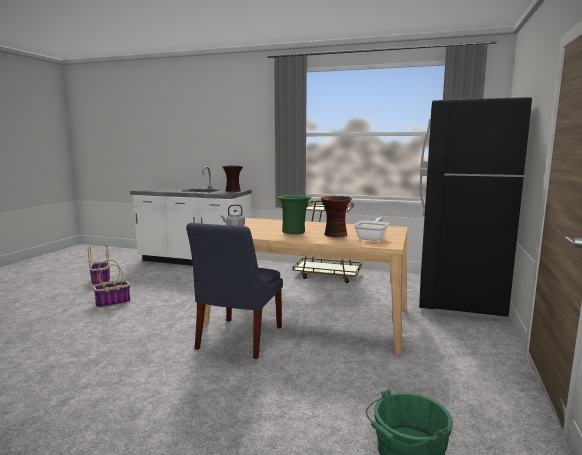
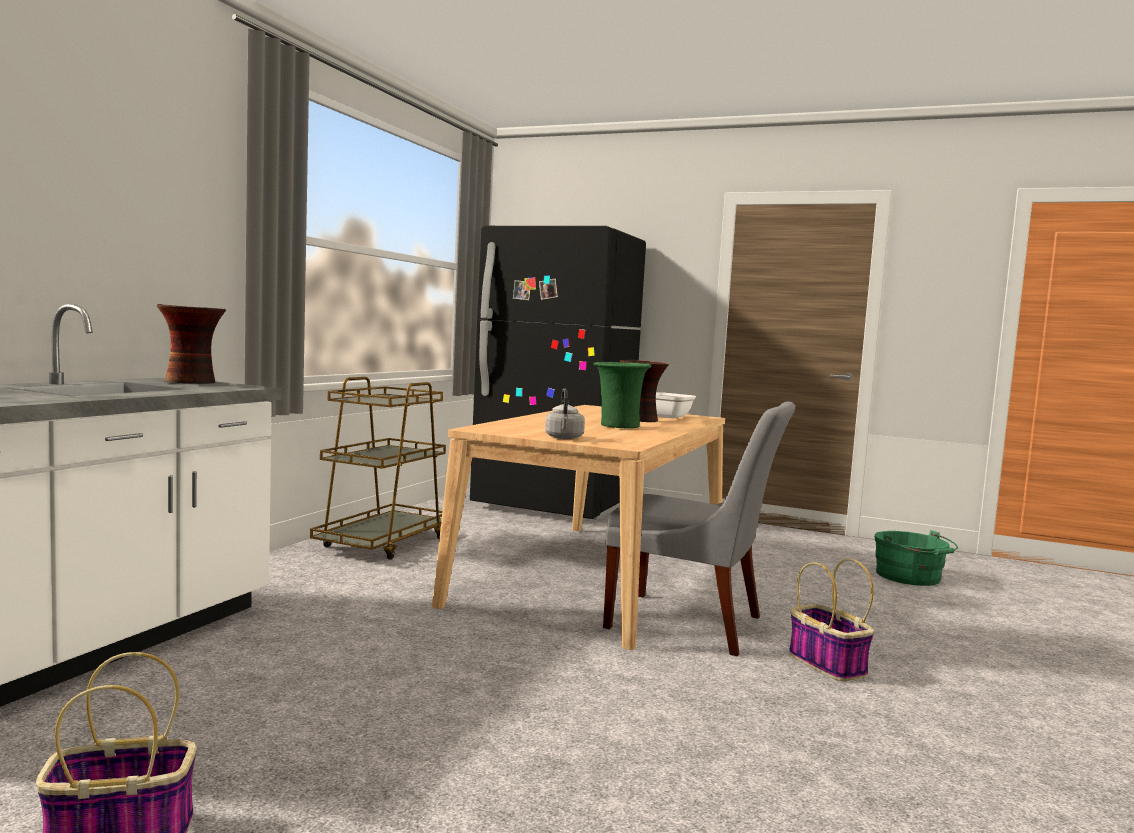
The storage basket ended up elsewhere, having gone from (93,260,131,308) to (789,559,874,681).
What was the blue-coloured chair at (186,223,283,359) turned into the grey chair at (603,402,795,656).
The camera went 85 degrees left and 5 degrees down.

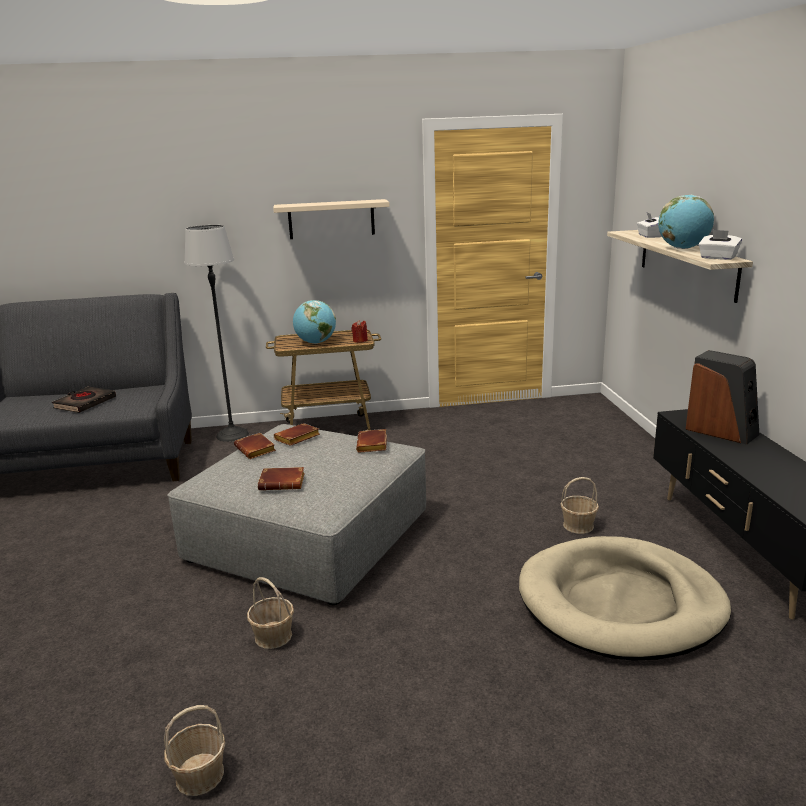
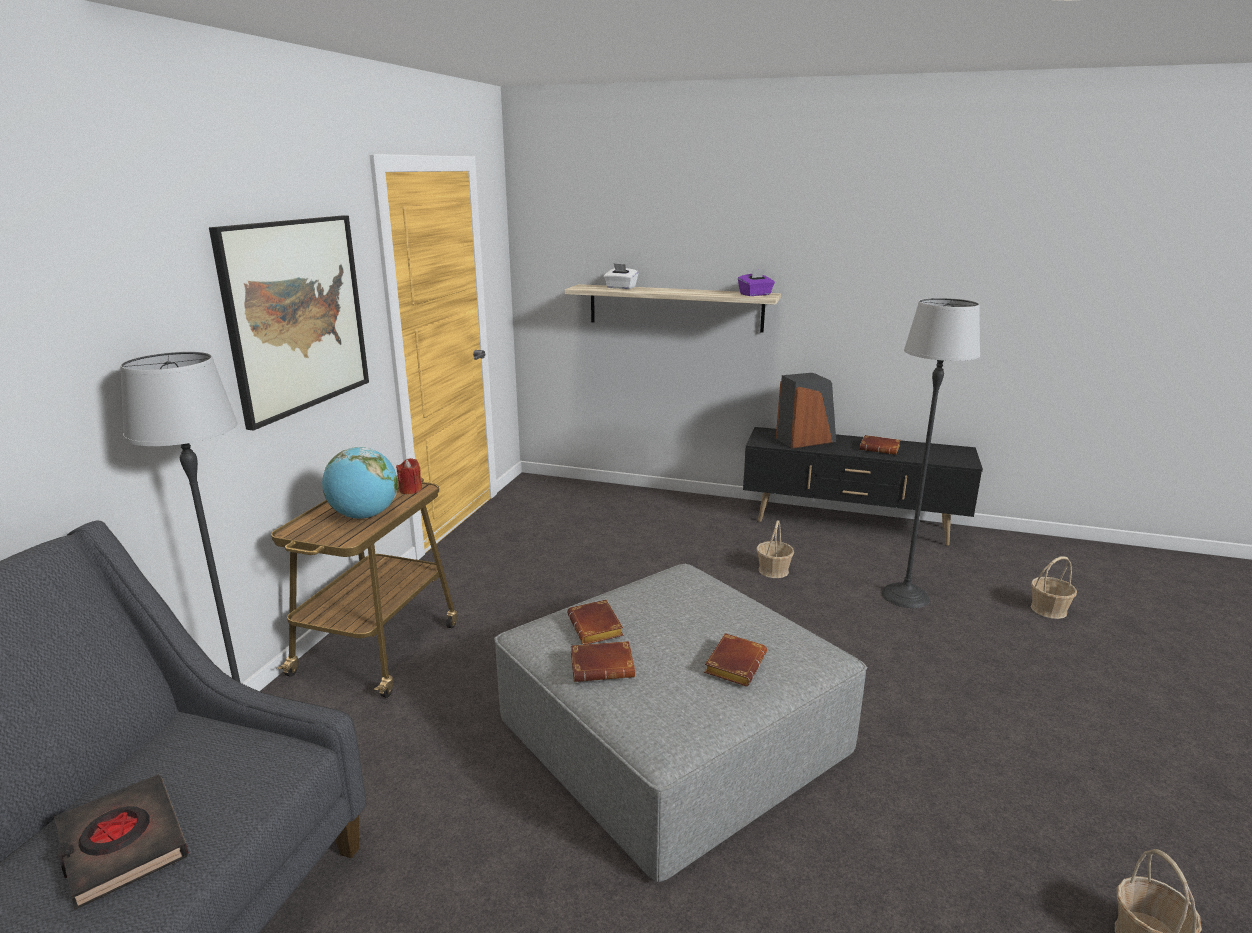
The storage basket ended up elsewhere, having gone from (247,577,294,649) to (1031,556,1077,619).
Where the beige-coloured bracket shelf hung at (273,199,390,239), the picture came to hang at (209,216,369,431).
The brown-coloured volume ended up elsewhere, having gone from (356,429,387,453) to (860,435,901,455).
Where the beige-coloured dog cushion stood at (519,536,731,661), the floor lamp came to stand at (882,298,980,608).
The second view lost the desk globe at (658,195,714,249).
What was the white box of tissues at (699,229,742,260) turned into the purple-coloured box of tissues at (738,269,775,296).
The camera went 65 degrees left and 0 degrees up.

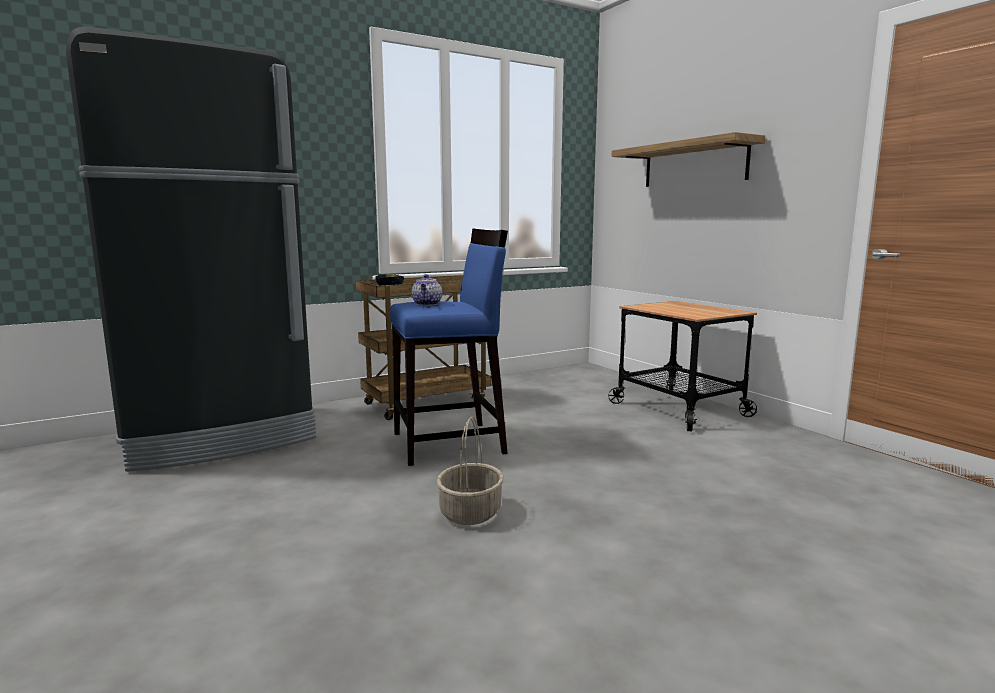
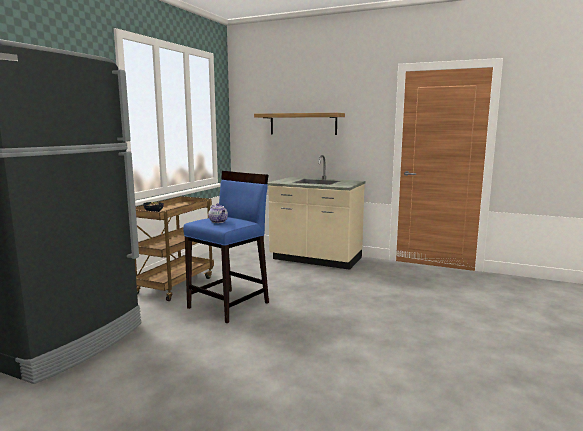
The second view lost the storage basket at (436,417,503,525).
Where the wheeled cart stood at (608,301,757,431), the beige-coloured kitchen base unit came to stand at (267,155,366,270).
The camera went 35 degrees left and 0 degrees up.

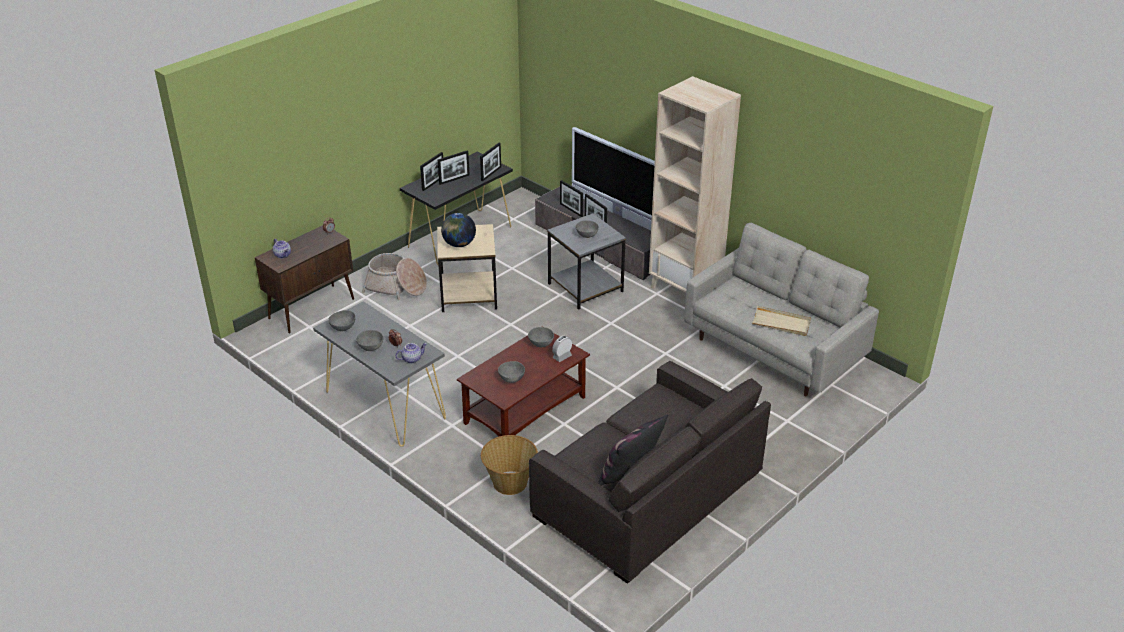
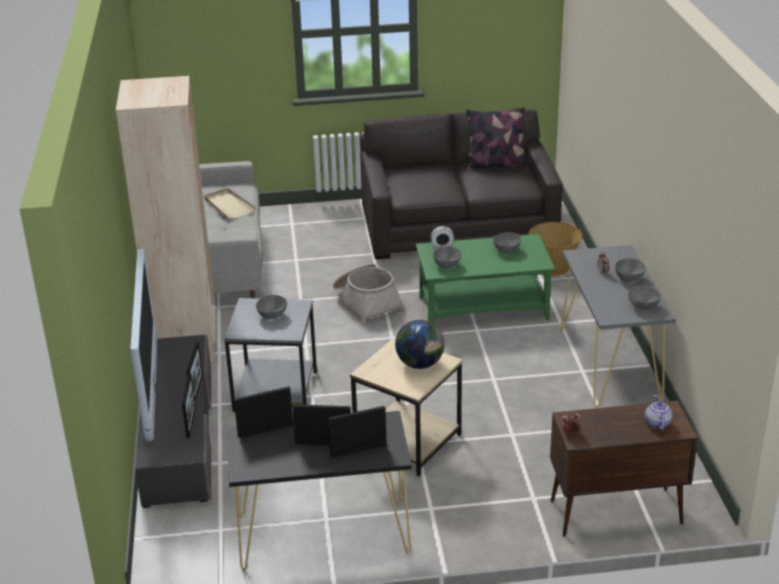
The storage basket ended up elsewhere, having gone from (362,253,427,300) to (333,263,406,325).
The second view lost the tea pot at (395,343,427,363).
What was the brown-coloured lounge table at (457,326,590,436) turned into the green-coloured lounge table at (416,234,555,324).
The camera went 140 degrees left and 5 degrees down.

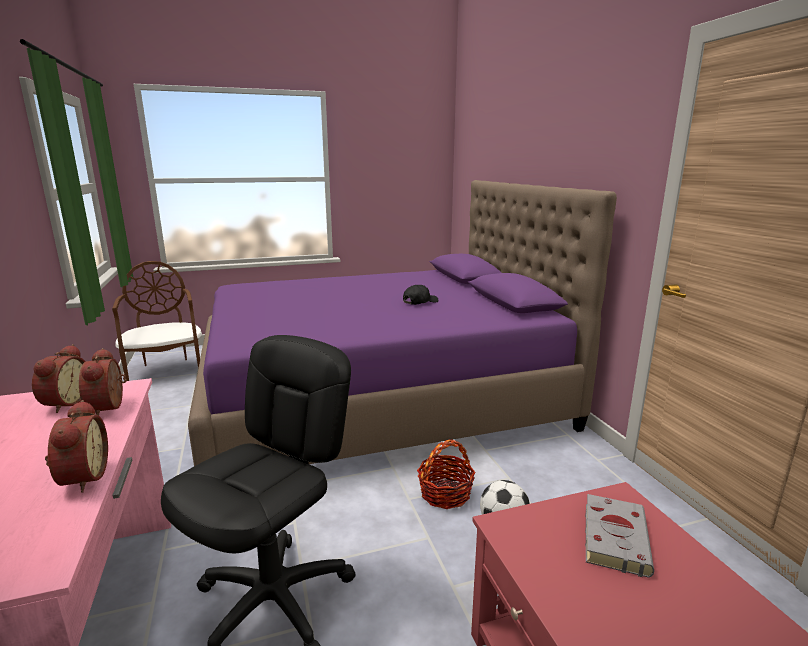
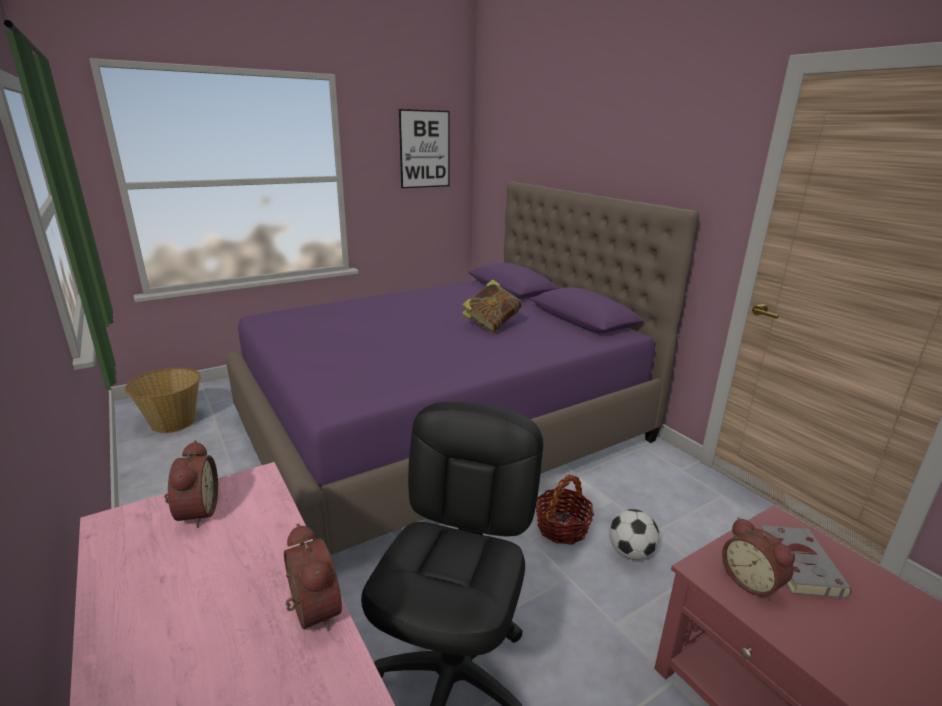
The alarm clock ended up elsewhere, having gone from (79,348,126,415) to (722,517,795,601).
Where the brown-coloured chair stood at (112,261,202,381), the storage basket came to stand at (125,368,201,433).
Where the black-coloured baseball cap stood at (403,285,439,305), the volume came to stand at (462,279,522,333).
The second view gained the picture at (399,109,450,188).
The camera went 15 degrees left and 5 degrees up.

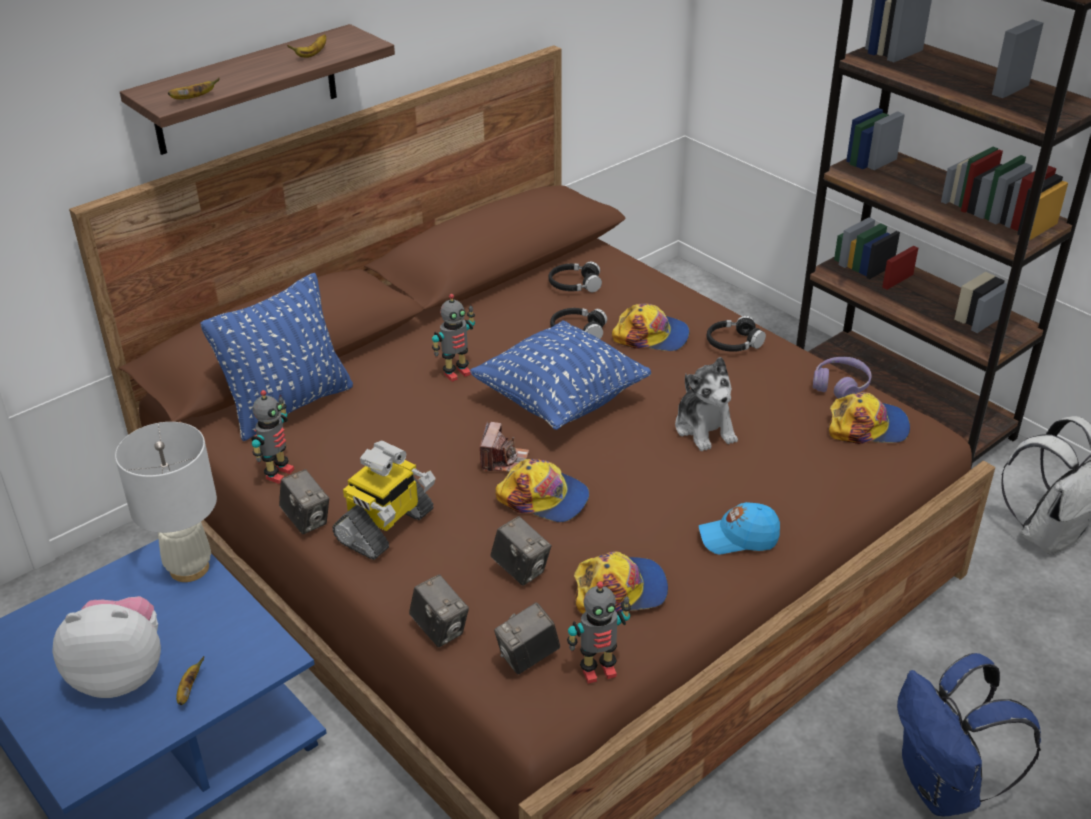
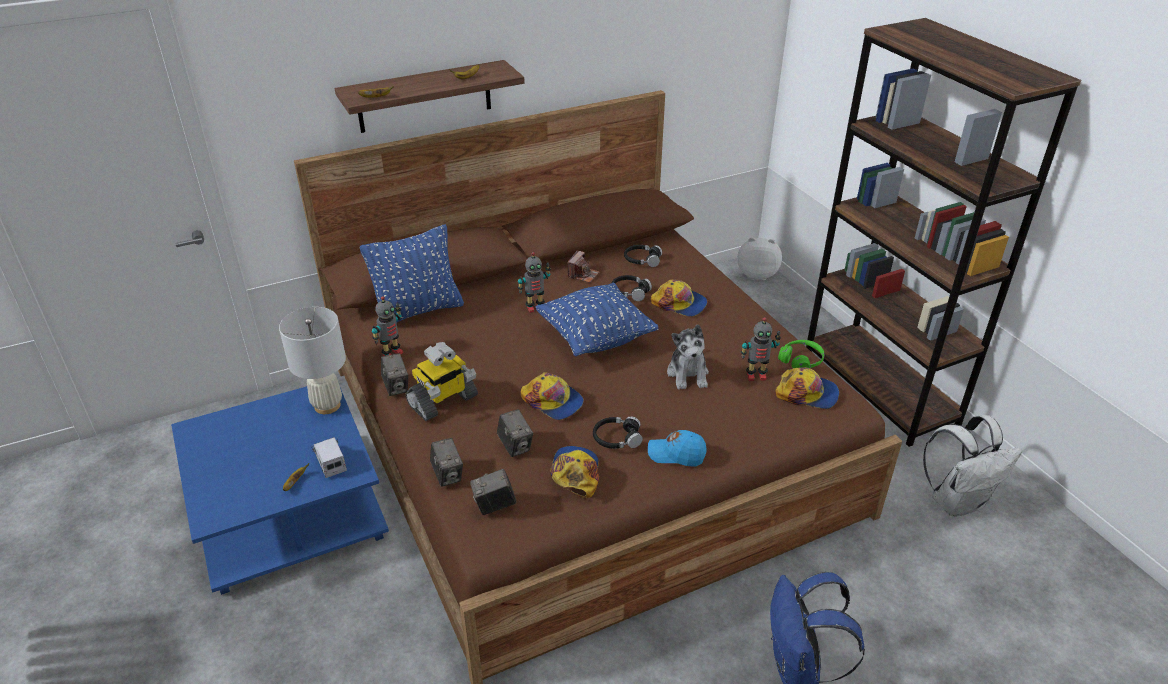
The soft toy ended up elsewhere, having gone from (52,596,161,698) to (737,237,782,281).
The photo camera ended up elsewhere, having gone from (480,422,529,472) to (567,251,599,283).
The toy robot ended up elsewhere, having gone from (567,581,631,684) to (741,317,781,381).
The baseball cap at (574,551,668,615) ended up facing another way, 90 degrees counterclockwise from before.
The black-coloured headset ended up elsewhere, having gone from (707,316,766,352) to (593,416,643,449).
What was the purple-coloured headset at (813,357,871,398) turned into the green-coloured headset at (778,340,824,368).
The second view gained the model truck at (312,437,347,478).
The camera went 15 degrees right and 0 degrees up.

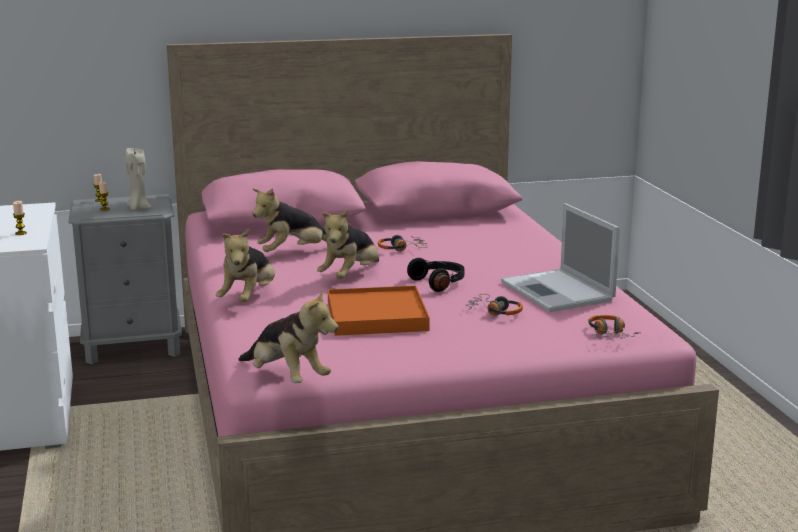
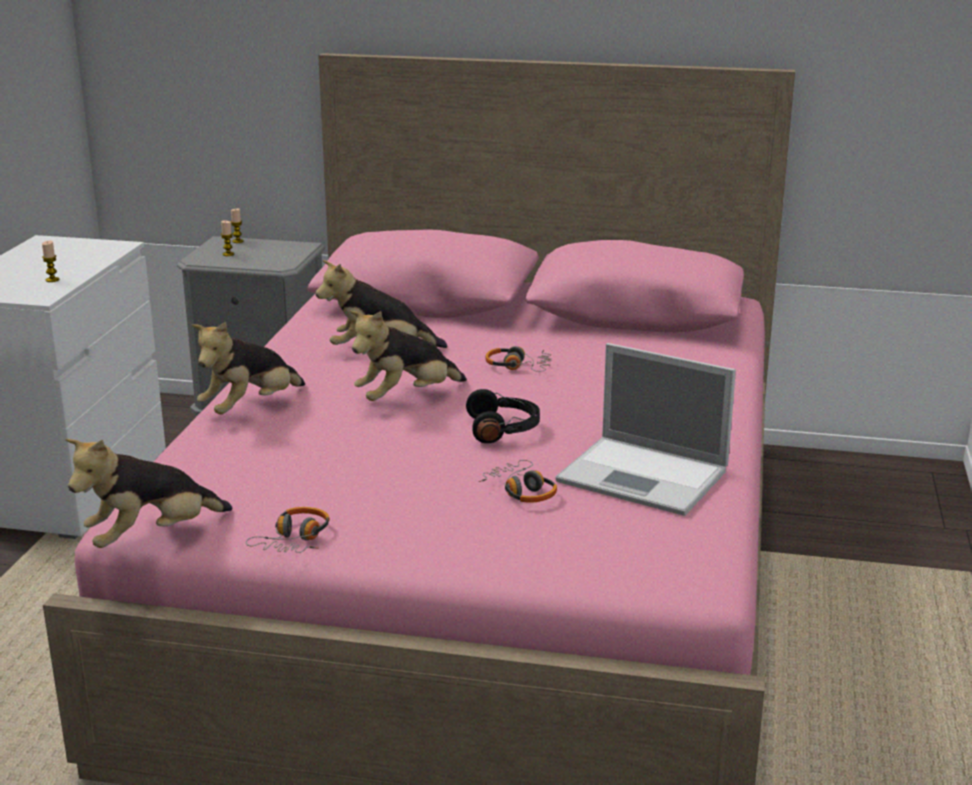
The second view lost the beige-coloured candle at (126,148,152,211).
The soft toy at (239,289,338,383) ended up facing another way, 75 degrees clockwise from before.
The second view lost the orangey tray at (328,286,430,336).
The laptop at (501,203,620,312) ended up facing another way, 60 degrees counterclockwise from before.
The headset ended up elsewhere, having gone from (588,315,641,340) to (246,507,330,553).
The camera went 25 degrees right and 5 degrees up.

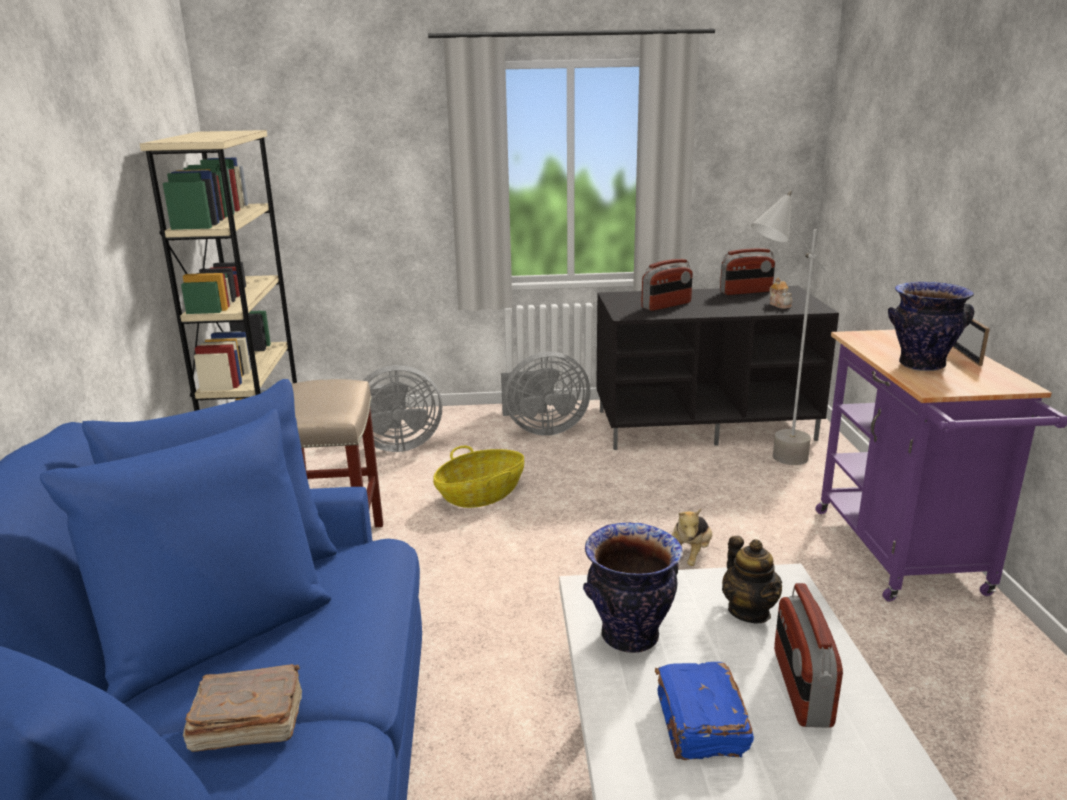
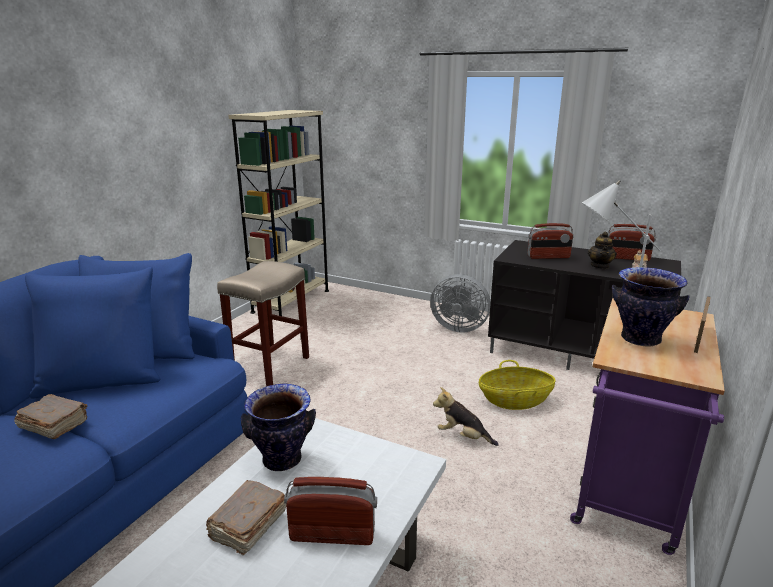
The second view lost the grey electric fan at (362,365,442,452).
The storage basket ended up elsewhere, having gone from (433,446,524,508) to (479,360,556,410).
What was the blue-coloured volume at (655,662,754,760) turned into the brown-coloured volume at (206,480,286,555).
The soft toy at (672,509,712,566) ended up facing another way, 60 degrees clockwise from before.
The tea pot ended up elsewhere, having gone from (722,536,782,624) to (588,232,617,269).
The radio set at (774,583,843,728) ended up facing another way, 60 degrees clockwise from before.
The camera went 30 degrees right and 0 degrees up.

